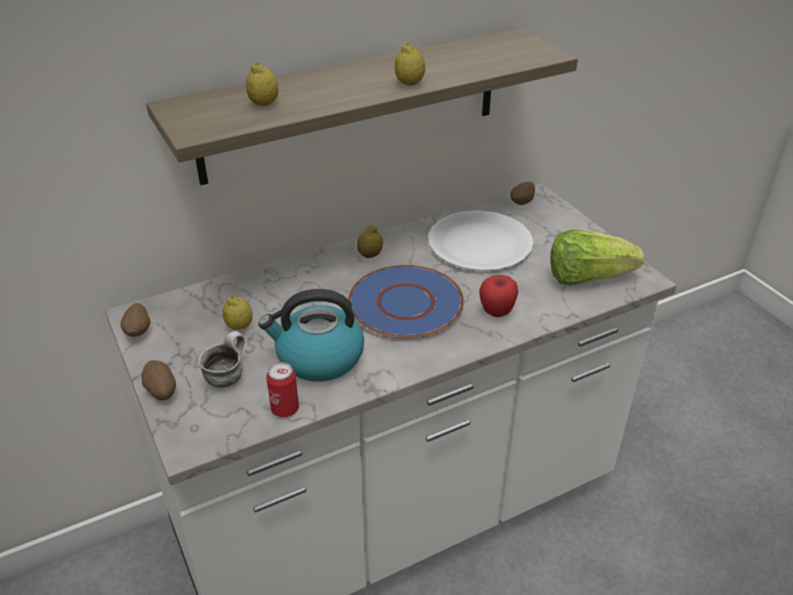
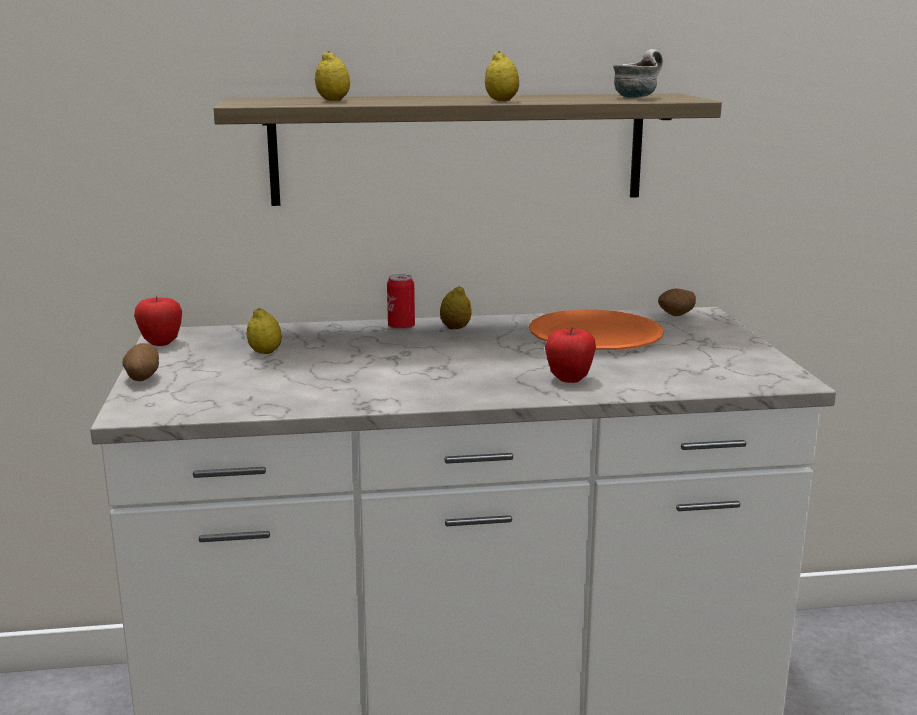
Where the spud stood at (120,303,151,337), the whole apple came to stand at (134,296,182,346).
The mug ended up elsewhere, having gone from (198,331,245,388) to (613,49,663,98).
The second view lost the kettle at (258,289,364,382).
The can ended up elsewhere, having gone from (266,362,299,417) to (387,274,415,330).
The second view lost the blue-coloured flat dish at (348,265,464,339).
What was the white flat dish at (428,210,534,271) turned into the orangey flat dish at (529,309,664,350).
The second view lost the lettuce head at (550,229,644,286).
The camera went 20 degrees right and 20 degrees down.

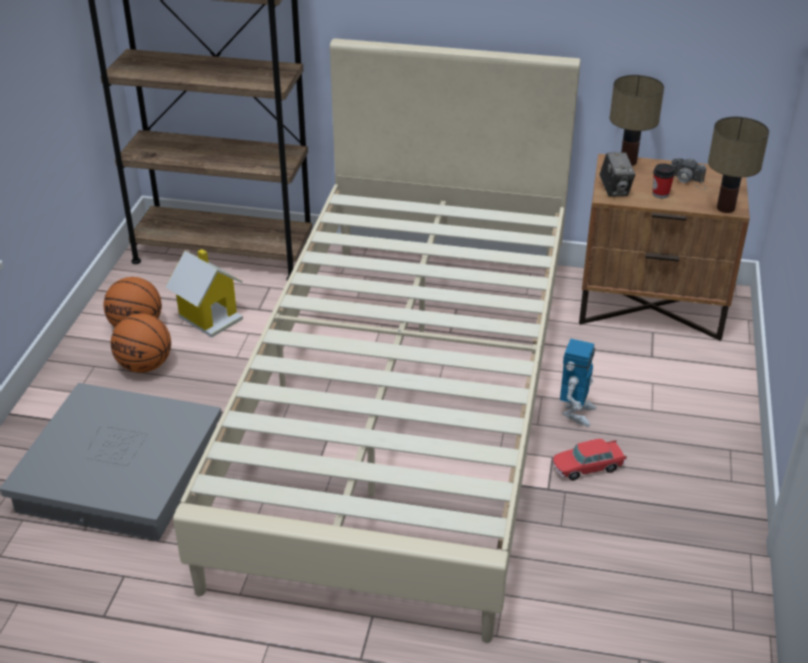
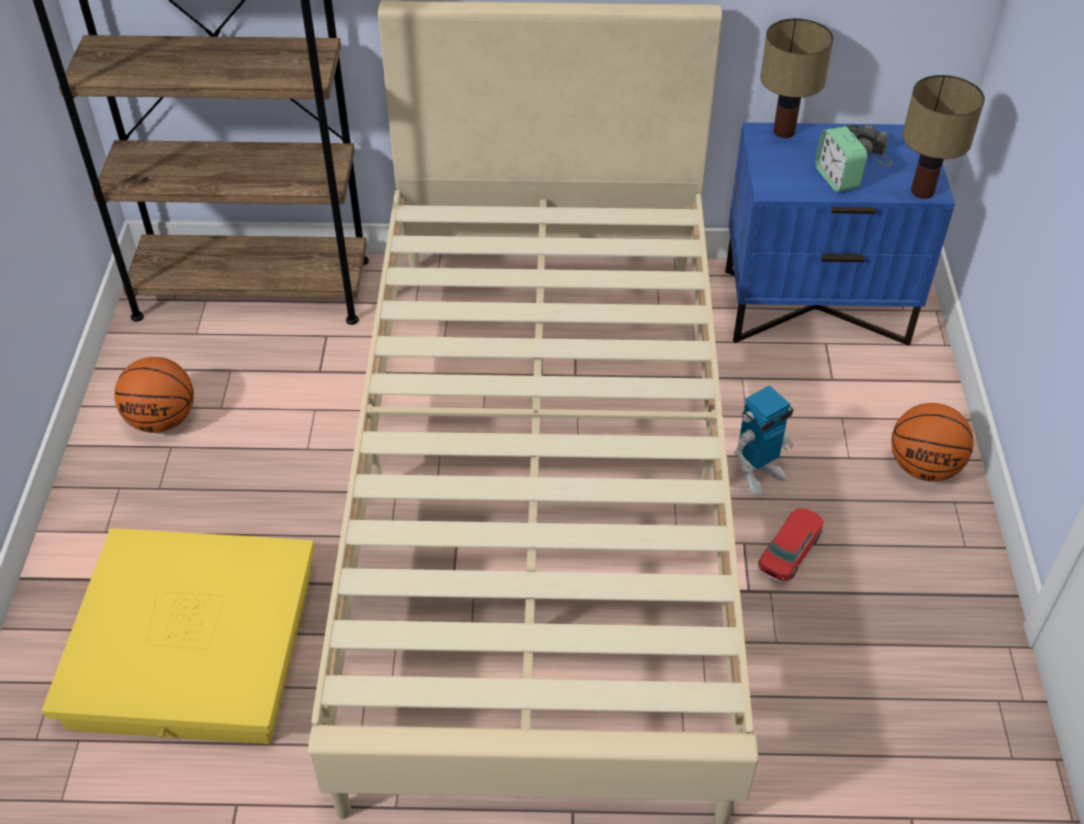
What was the grey storage bin at (0,383,222,541) turned into the yellow storage bin at (42,528,315,744).
The basketball ended up elsewhere, having gone from (111,313,171,373) to (891,403,973,481).
The second view lost the model house at (165,249,243,338).
The miniature car at (553,439,627,480) ended up facing another way, 150 degrees clockwise from before.
The toy robot at (560,339,596,426) ended up facing another way, 45 degrees clockwise from before.
What was the brown-coloured nightstand at (579,154,750,341) turned into the blue-coloured nightstand at (725,122,955,346).
The second view lost the photo camera at (599,152,635,197).
Where the small cup stood at (653,163,675,198), the alarm clock came to stand at (815,126,867,192).
The camera went 10 degrees left and 10 degrees up.

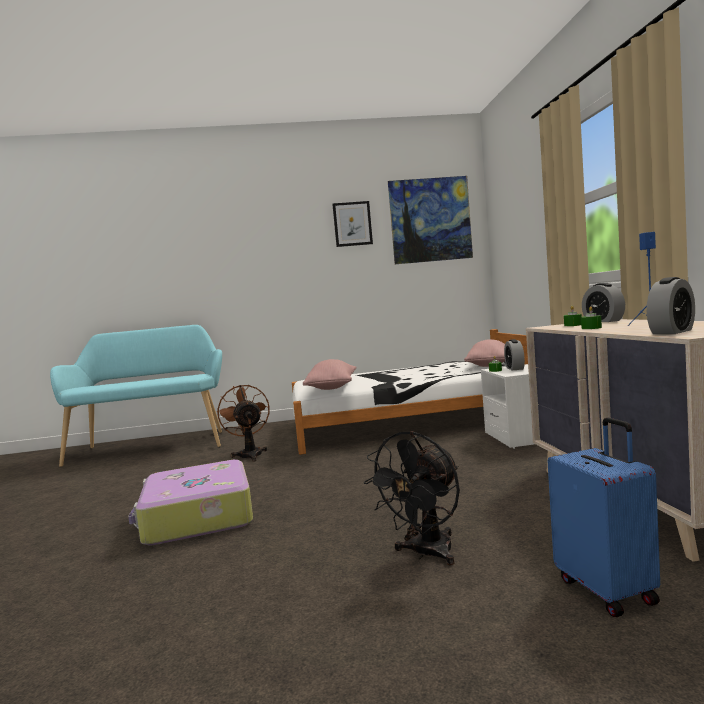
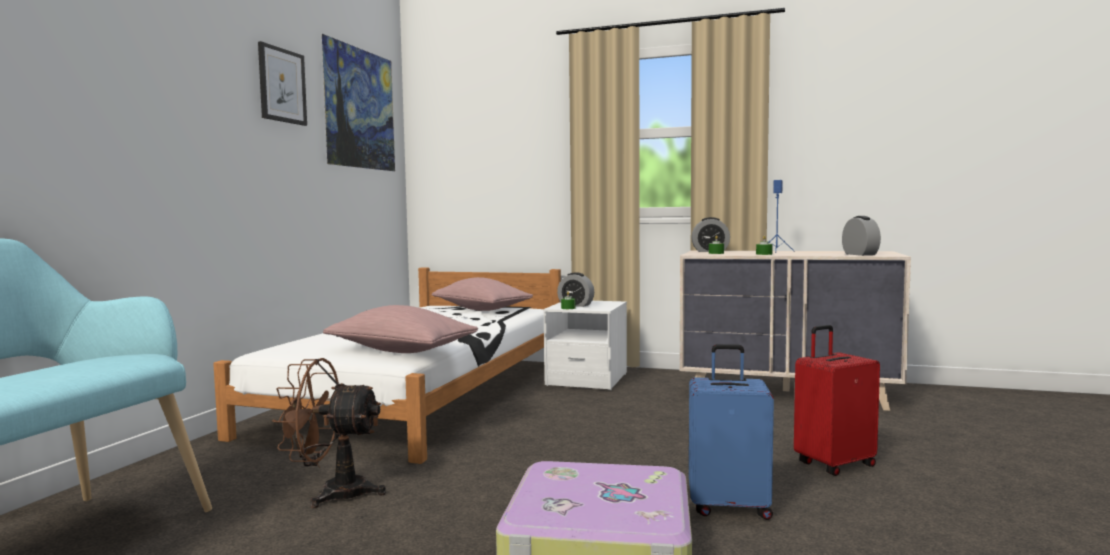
Where the black-coloured electric fan stood at (364,431,460,566), the red-coloured suitcase came to stand at (794,325,880,476).
The blue-coloured suitcase ended up elsewhere, having gone from (548,418,660,617) to (689,344,774,520).
The camera went 65 degrees left and 0 degrees up.

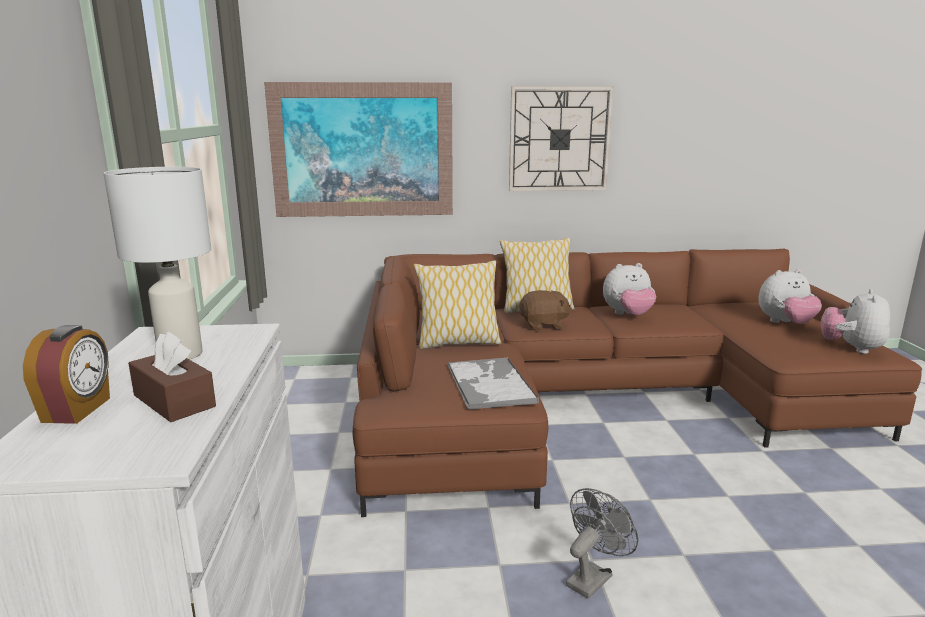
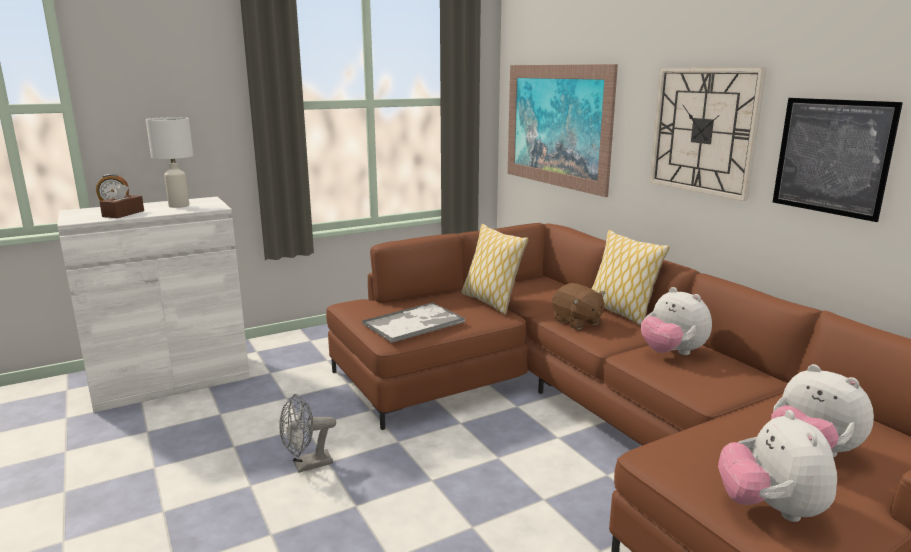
The grey electric fan at (566,488,638,599) ended up facing another way, 135 degrees clockwise from before.
The soft toy at (821,289,890,354) ended up facing another way, 90 degrees counterclockwise from before.
The second view gained the picture at (773,98,903,222).
The camera went 65 degrees right and 0 degrees up.

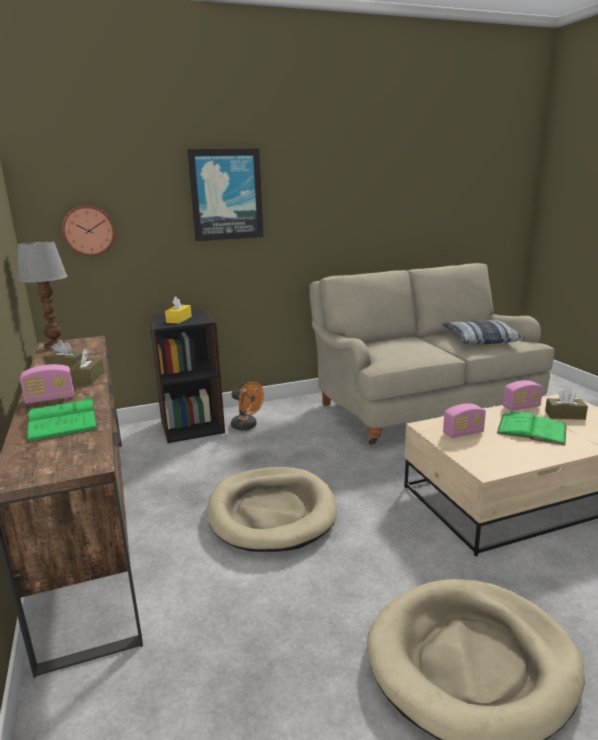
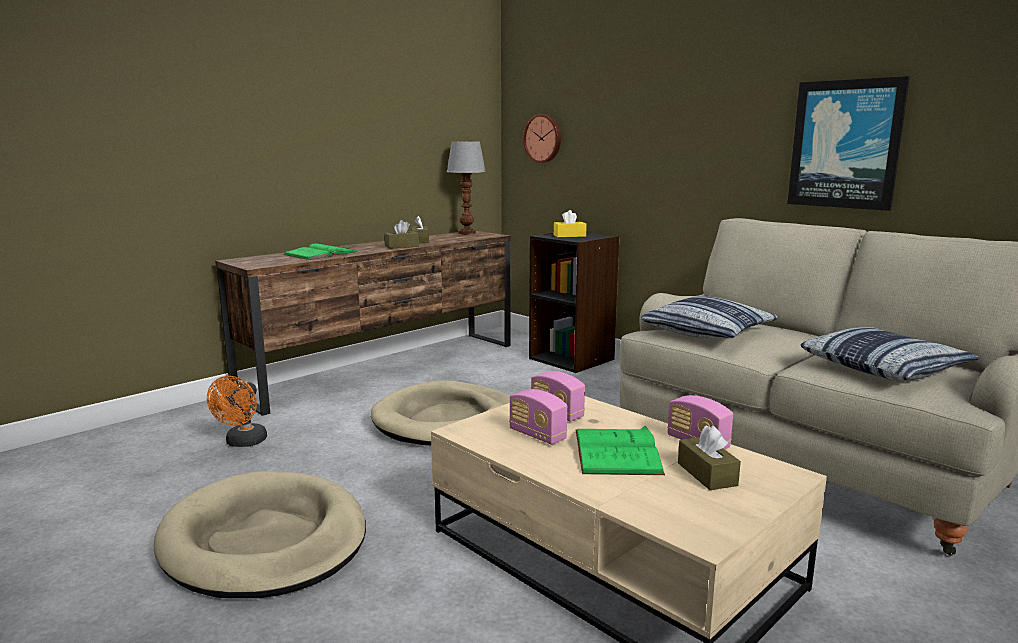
The radio set ended up elsewhere, having gone from (20,364,74,404) to (509,389,567,445).
The picture ended up elsewhere, having gone from (187,148,264,241) to (787,76,910,211).
The orangey electric fan ended up elsewhere, having gone from (231,382,264,431) to (207,376,267,447).
The second view gained the pillow at (641,296,778,339).
The camera went 65 degrees right and 5 degrees down.

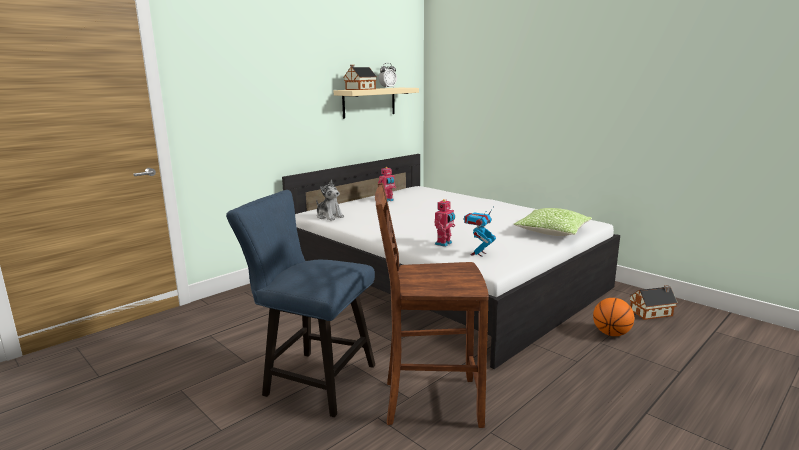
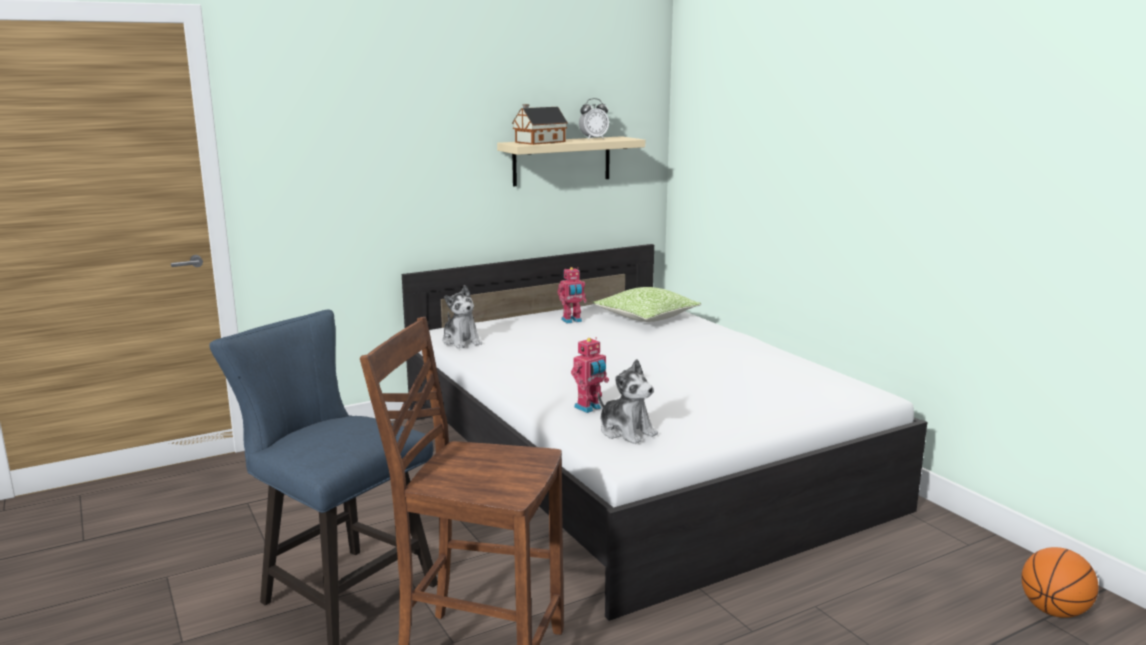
Where the toy robot stood at (463,206,496,257), the soft toy came to stand at (598,359,658,444).
The pillow ended up elsewhere, having gone from (514,208,592,236) to (592,287,701,322).
The basketball ended up elsewhere, having gone from (593,298,634,336) to (1021,547,1099,618).
The second view lost the model house at (630,285,678,320).
The camera went 15 degrees right and 0 degrees up.

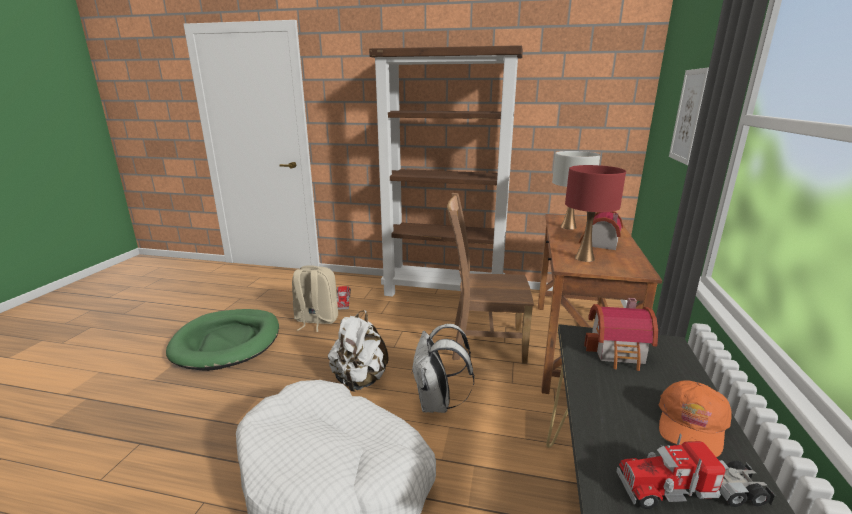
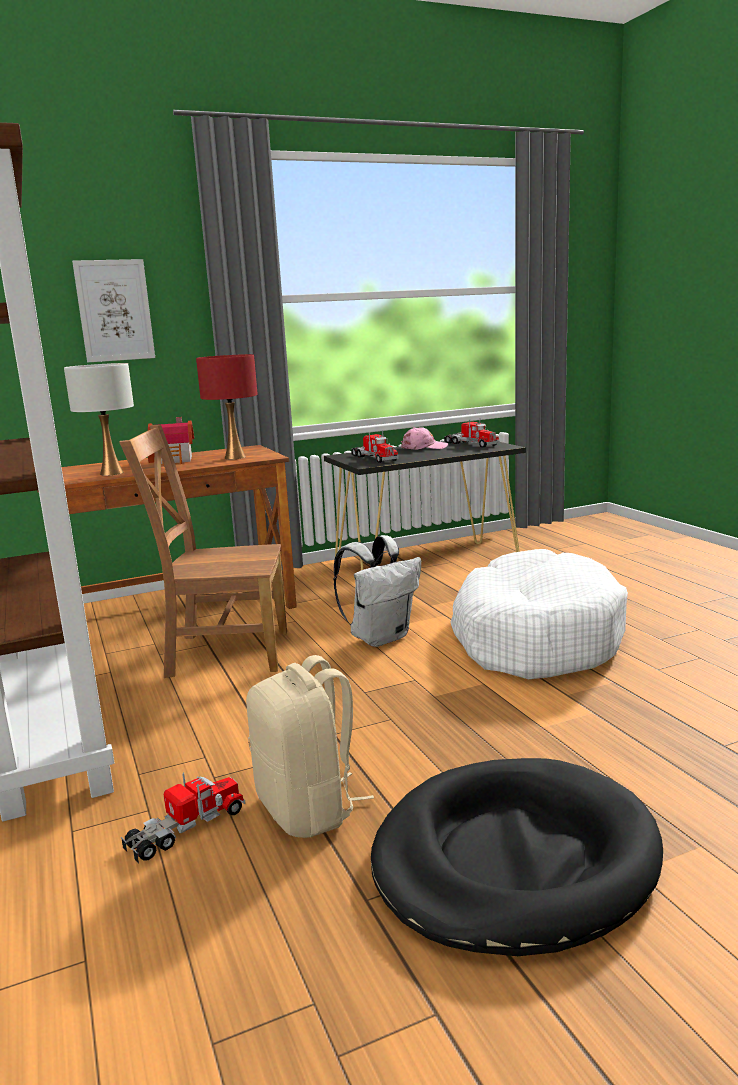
What was the green-coloured dog cushion at (166,309,279,371) turned into the black-coloured dog cushion at (371,758,663,956).
The second view lost the white rucksack at (328,310,389,392).
The brown-coloured chair at (447,193,534,364) ended up facing another way, 120 degrees clockwise from before.
Where the model house stood at (584,298,658,371), the model truck came to stand at (351,430,399,463).
What was the orangey baseball cap at (659,380,732,457) turned into the pink baseball cap at (401,427,448,450).
The camera went 125 degrees left and 5 degrees down.

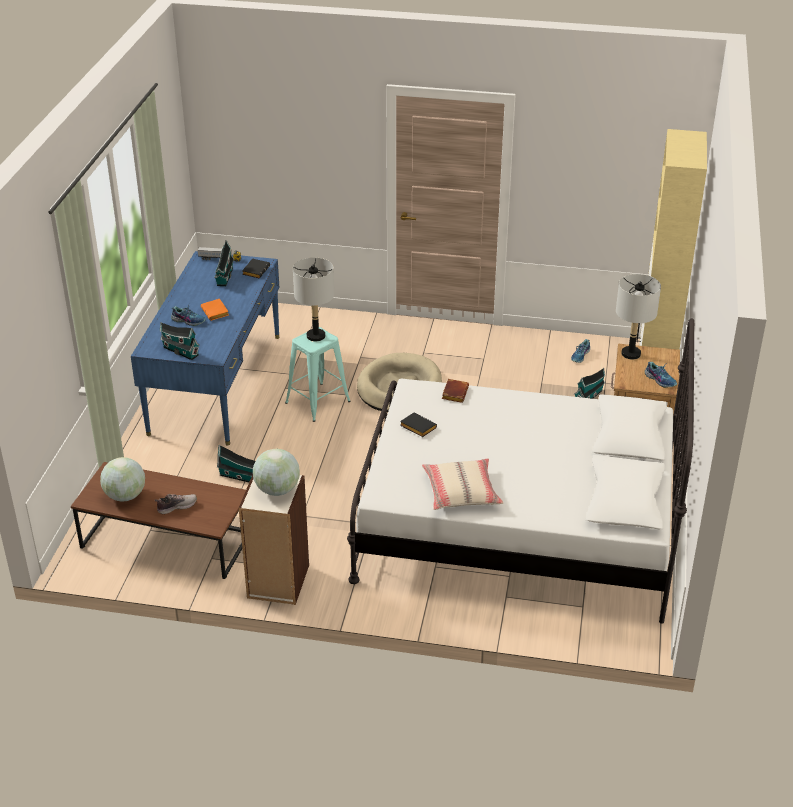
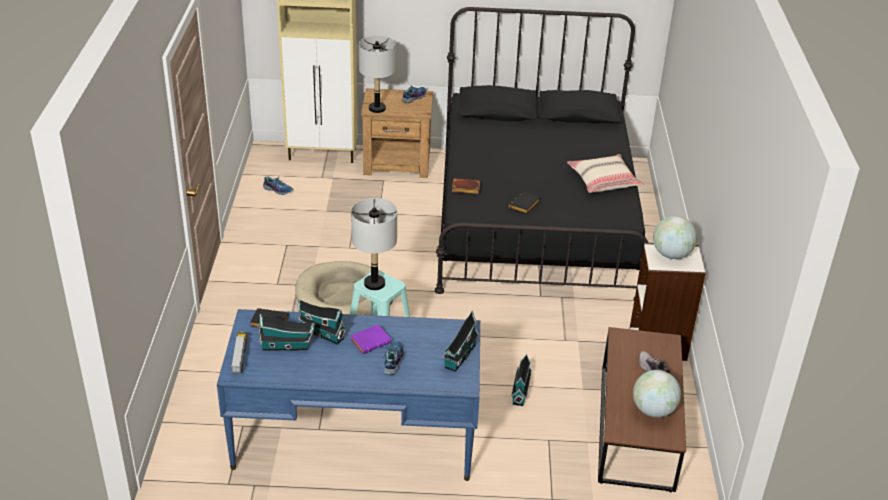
What was the orangey volume at (201,299,229,321) turned into the purple-coloured volume at (350,324,391,354).
What was the white bed at (347,318,694,624) turned into the black-coloured bed at (435,7,648,300).
The model house ended up elsewhere, having gone from (574,368,606,399) to (298,299,346,345).
The camera went 100 degrees left and 0 degrees up.

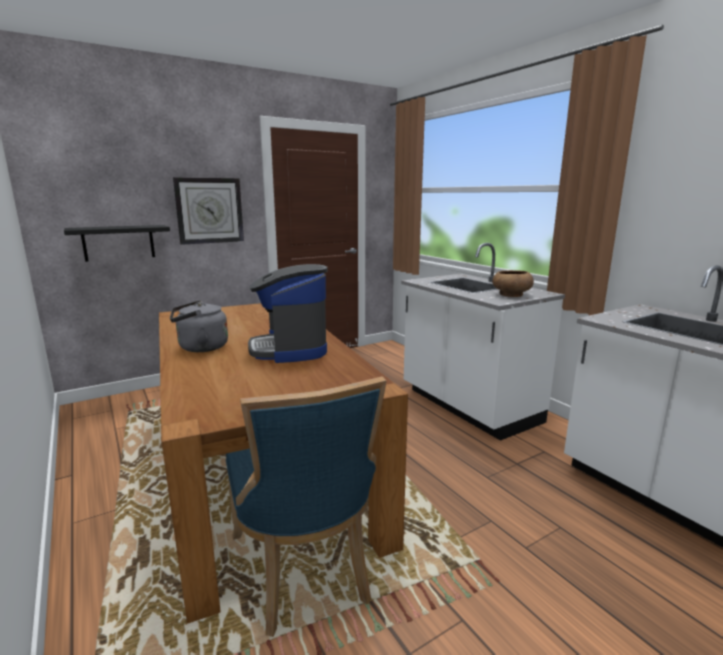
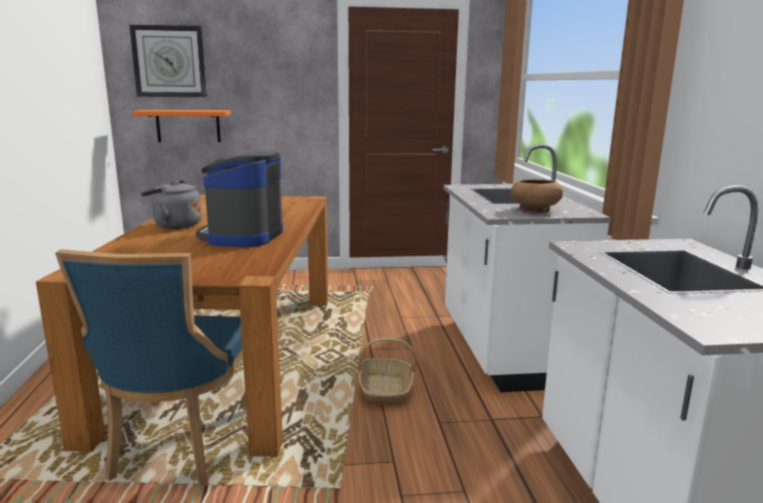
What was the black-coloured bracket shelf at (64,225,170,262) turned into the orangey bracket shelf at (132,110,231,142).
The hanging clock ended up elsewhere, having gone from (173,177,244,245) to (129,24,207,97).
The second view gained the storage basket at (358,337,417,405).
The camera went 25 degrees right and 0 degrees up.

